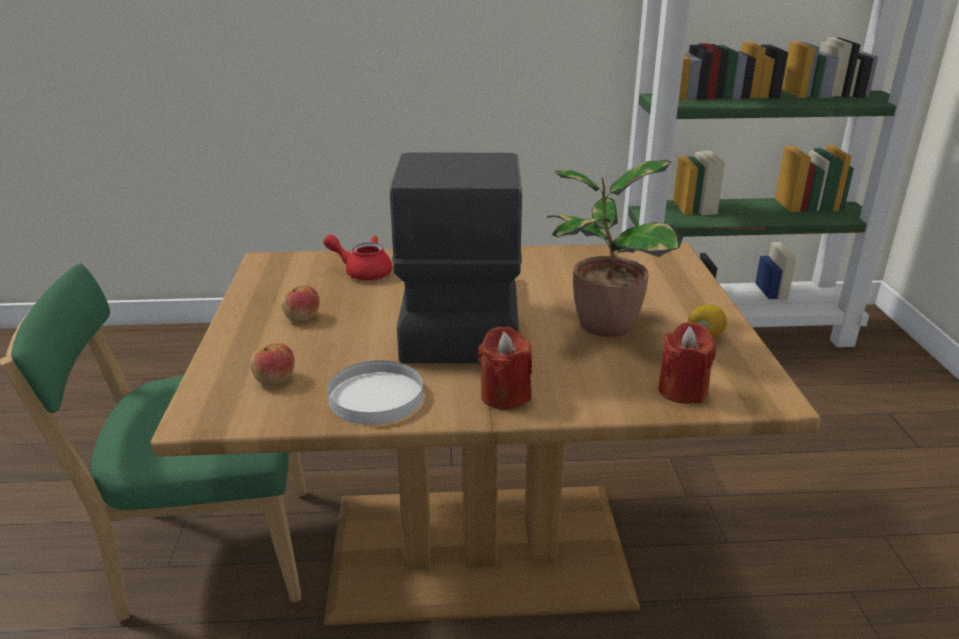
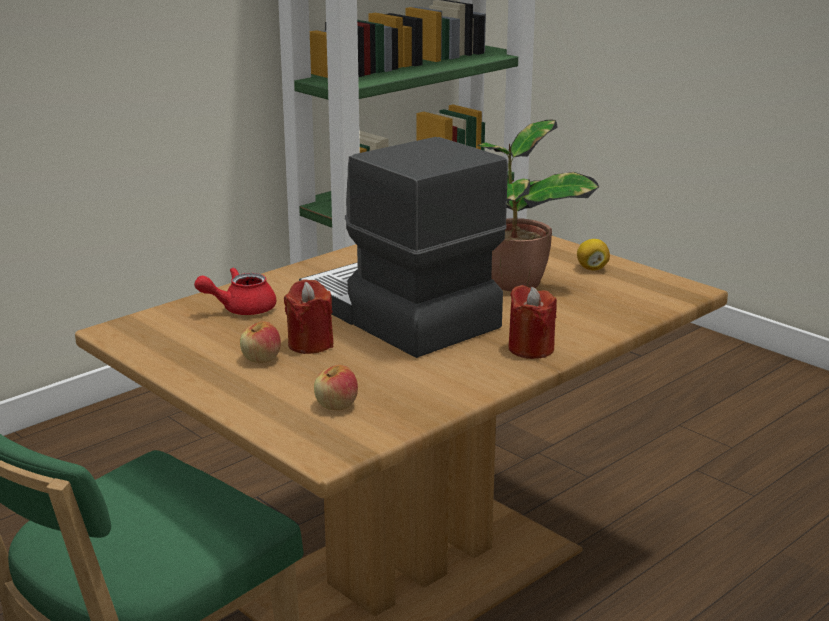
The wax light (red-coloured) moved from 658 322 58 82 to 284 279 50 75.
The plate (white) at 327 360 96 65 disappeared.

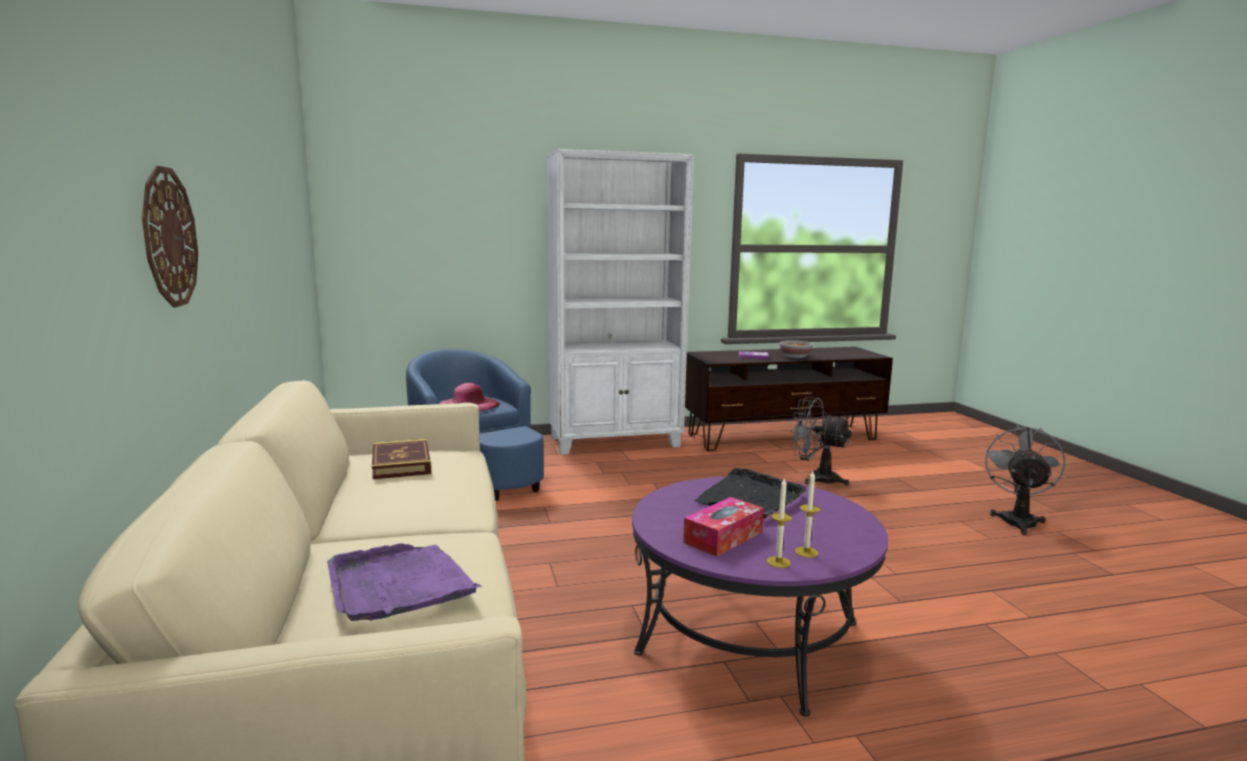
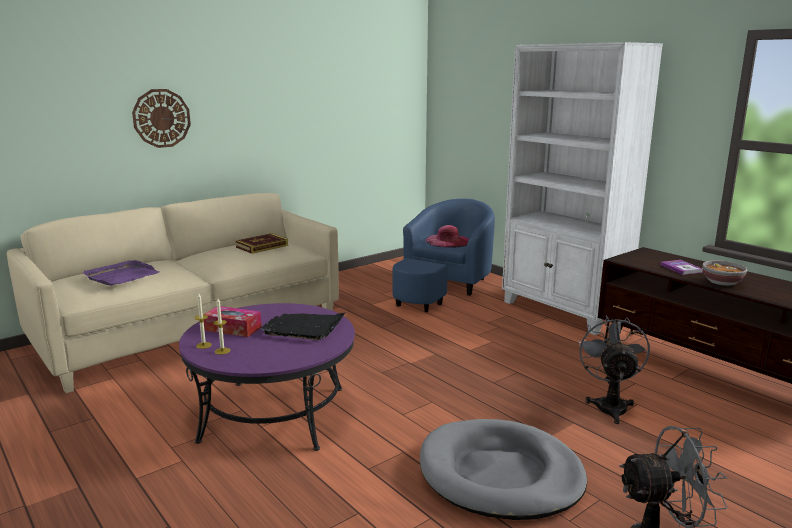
The pet bed (greyish) at 420 419 167 101 appeared.

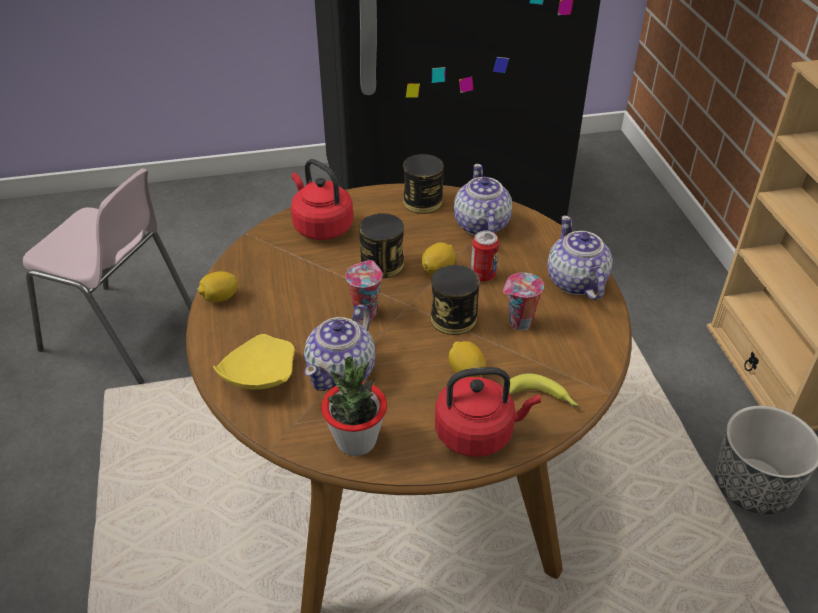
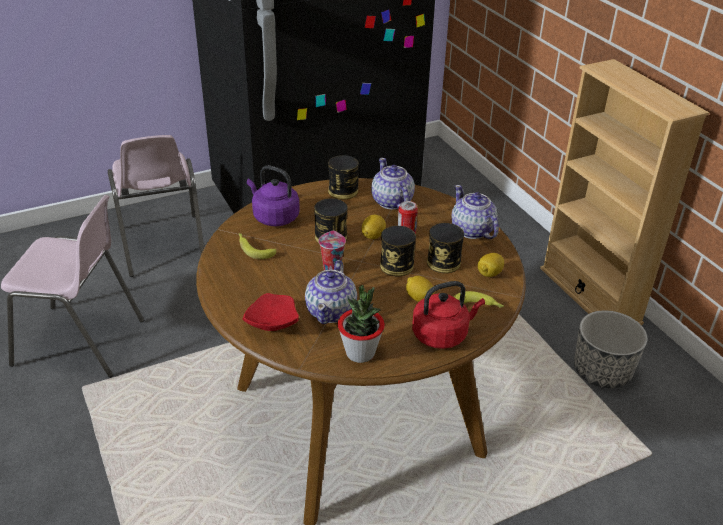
The chair (pinkish) at 108 135 96 142 appeared.
The banana fruit at 239 233 37 26 appeared.
The plate (yellow-coloured) at 213 334 82 56 became the plate (red-coloured) at 242 293 57 38.
The tea kettle (red-coloured) at 291 159 62 81 became the tea kettle (purple-coloured) at 247 165 53 61.
The small cup at 503 273 41 58 was replaced by the metal can at 427 223 37 50.
The whole lemon moved from 197 271 41 32 to 478 253 26 24.

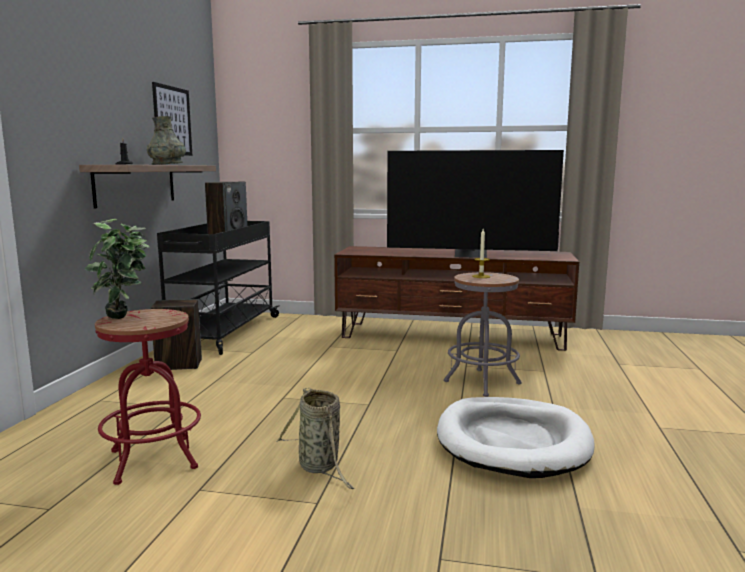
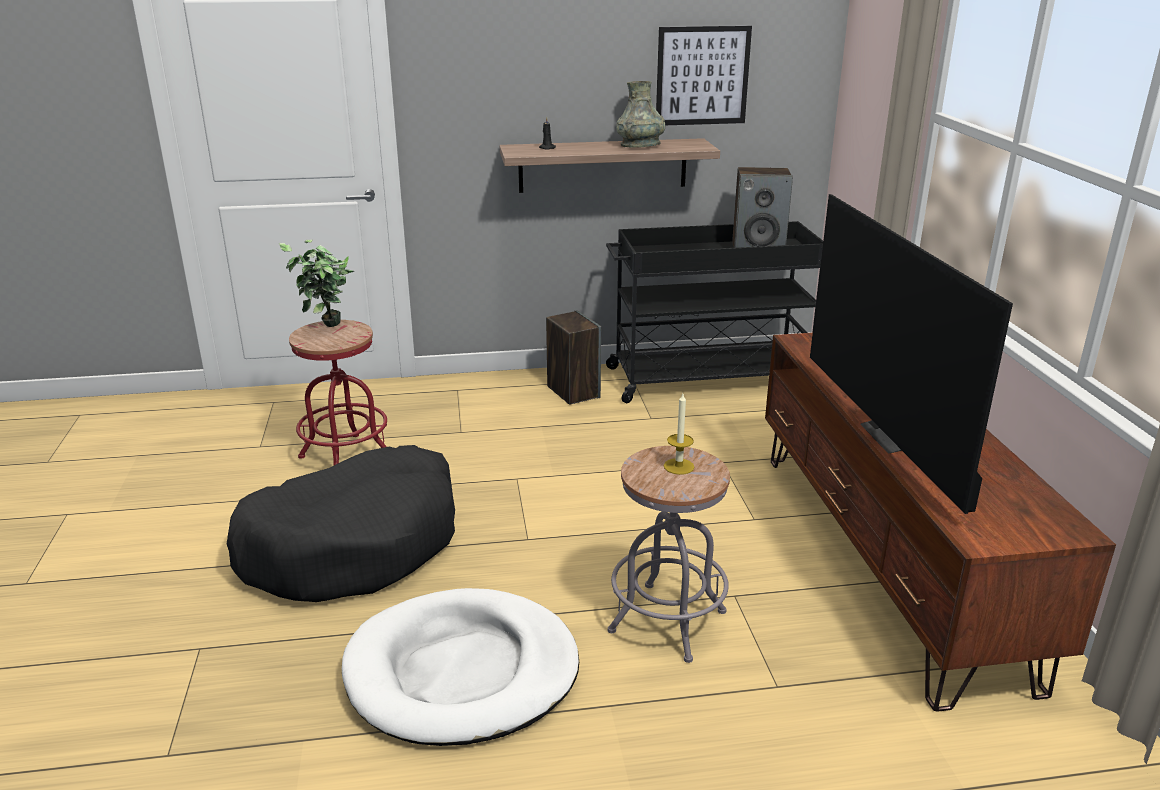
The household basket at 276 388 79 101 was replaced by the pet bed (black-coloured) at 227 445 228 157.

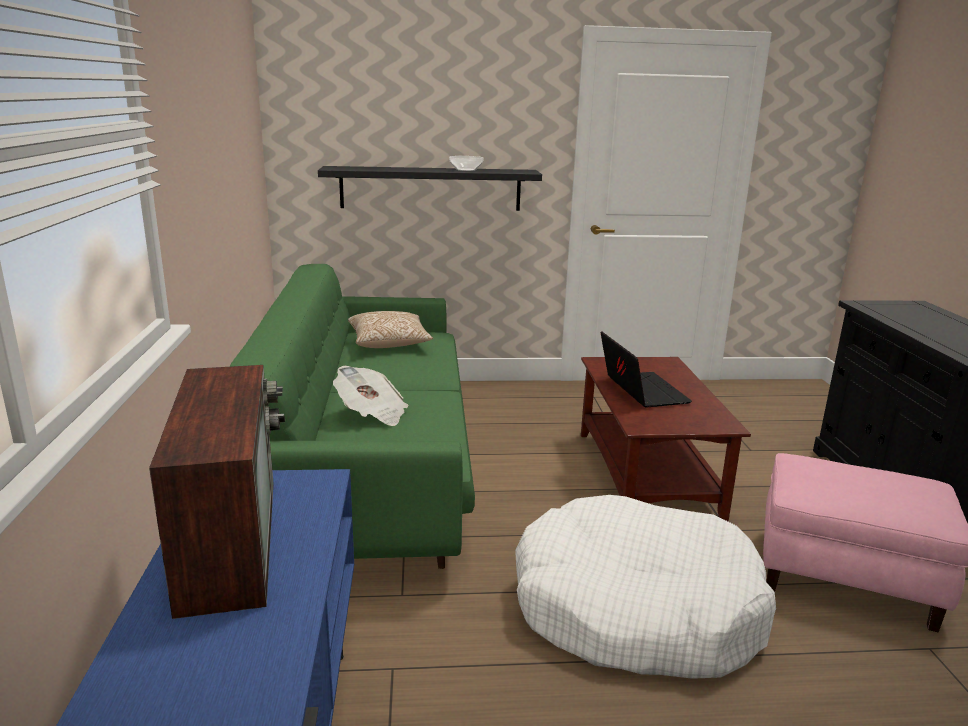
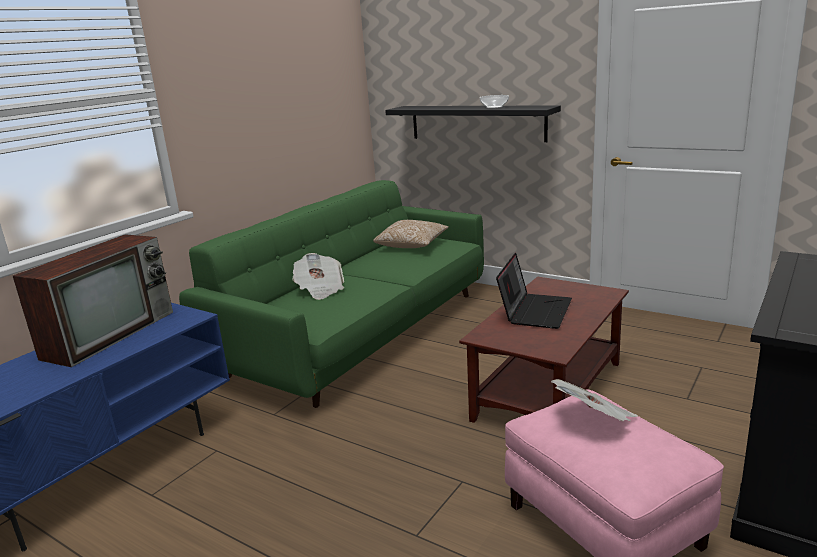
The newspaper at 551 379 87 42 appeared.
The pet bed (white) at 515 495 261 184 disappeared.

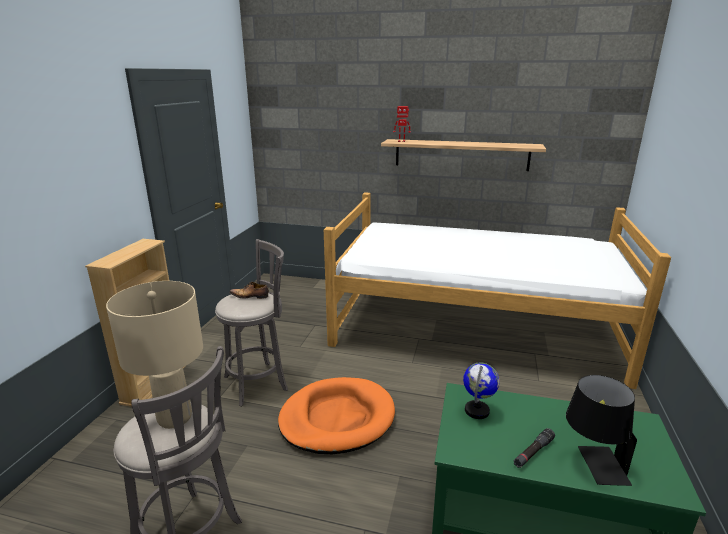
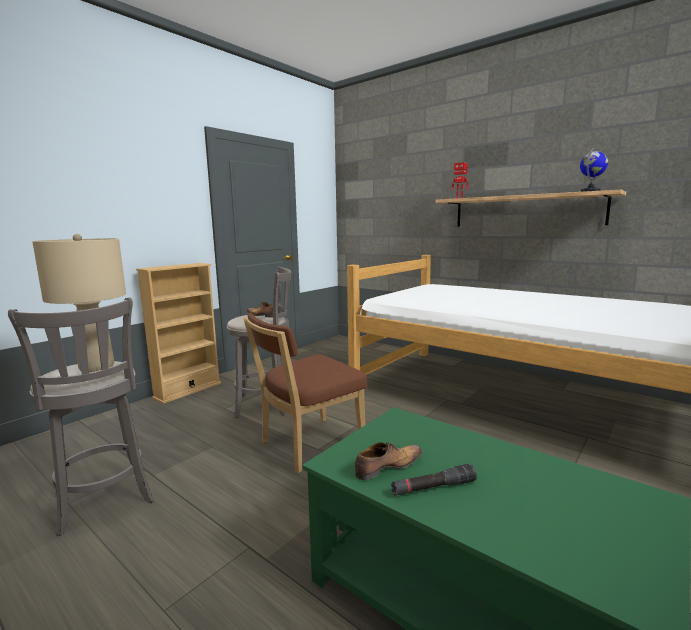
The pet bed (orange) at 278 377 117 77 was replaced by the chair (brownish) at 243 313 125 160.
The low shoe at 355 442 67 38 appeared.
The desk globe moved from 463 363 36 56 to 580 148 28 44.
The tabletop lamp (black-coloured) at 566 375 71 111 disappeared.

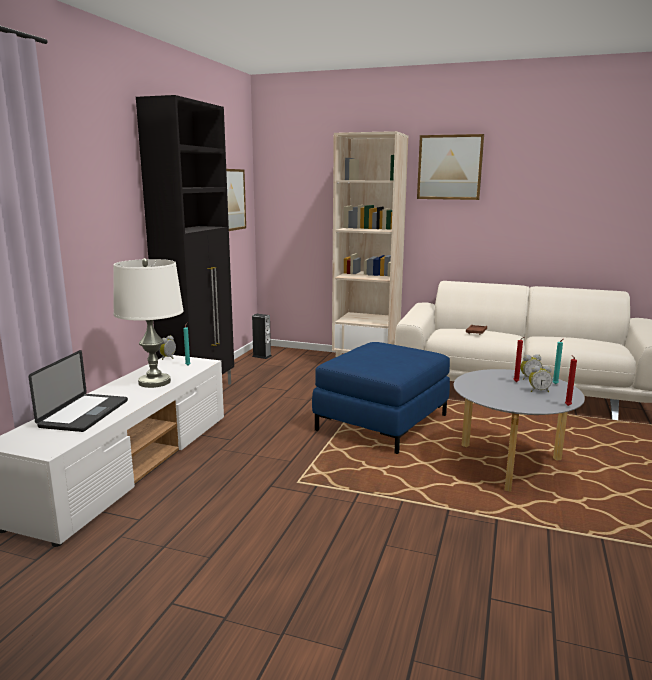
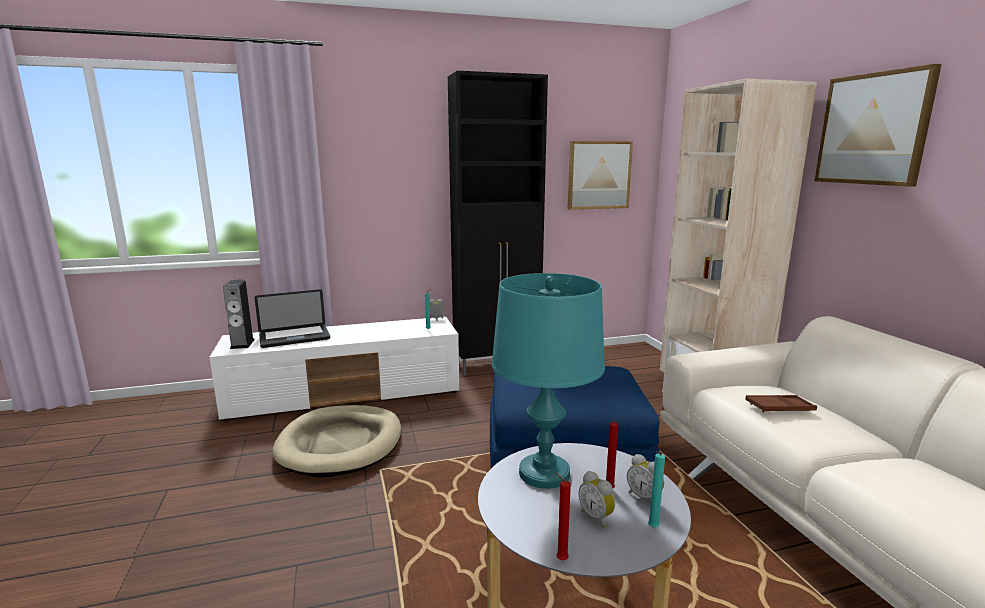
The audio speaker moved from 252 314 20 45 to 223 279 32 70.
The pet bed (beige-coloured) at 272 405 129 73 appeared.
The tabletop lamp (turquoise-coloured) at 492 273 113 216 appeared.
The tabletop lamp (white) at 113 258 71 130 disappeared.

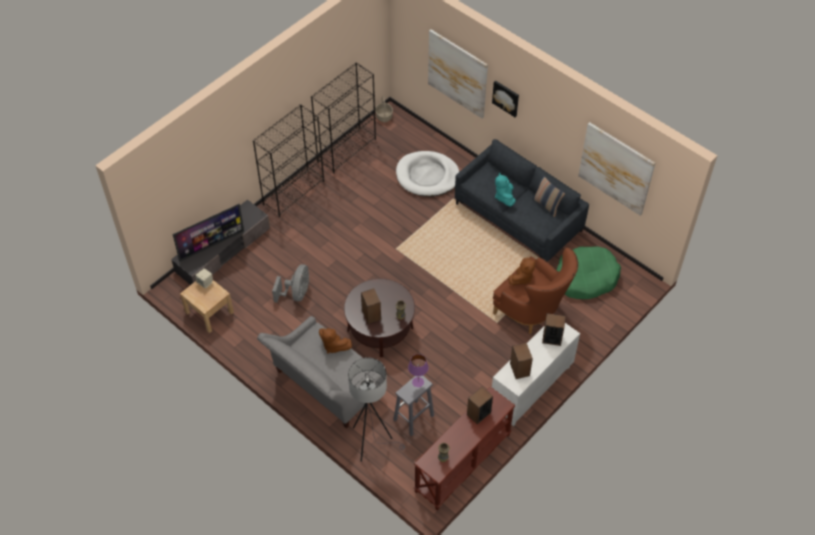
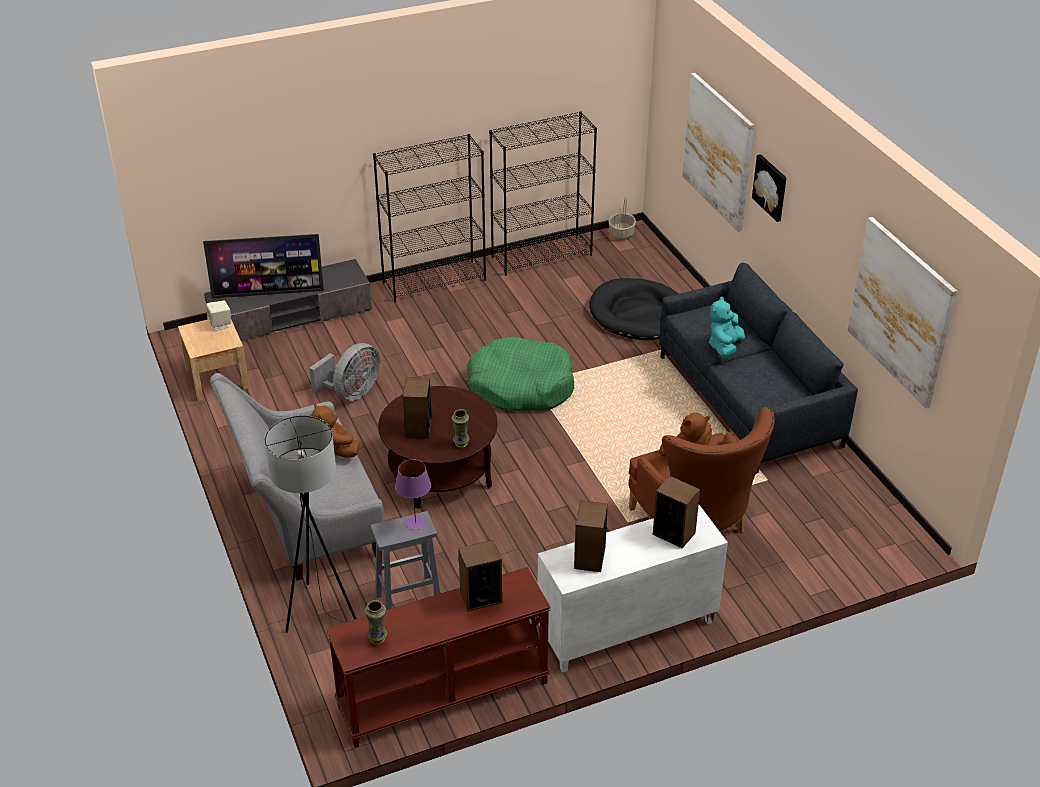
The pet bed (green-coloured) moved from 557 247 64 52 to 467 336 107 75.
The pet bed (white) at 396 151 63 46 became the pet bed (black-coloured) at 589 278 89 62.
The throw pillow at 533 175 32 42 disappeared.

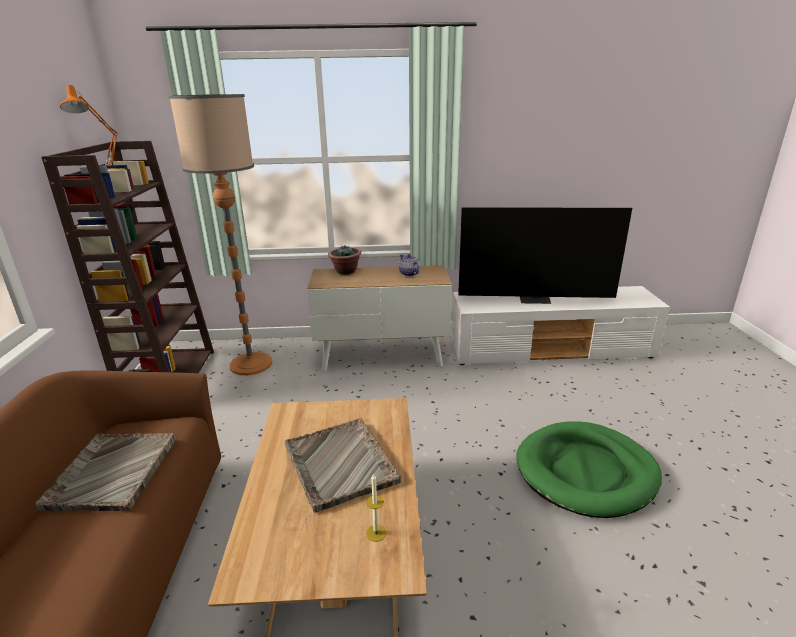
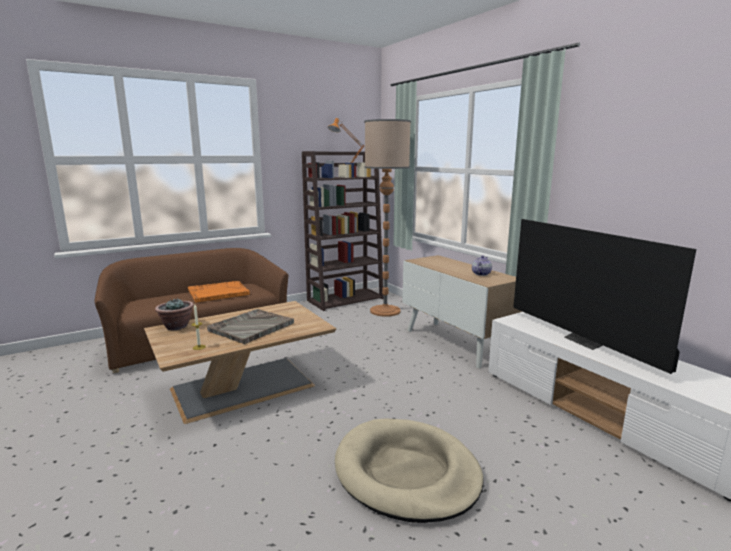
The potted plant moved from 328 245 33 30 to 155 298 39 32.
The tray (greyish) at 35 433 141 78 became the tray (orange) at 188 281 62 22.
The pet bed (green-coloured) at 516 421 146 97 became the pet bed (beige-coloured) at 335 419 149 104.

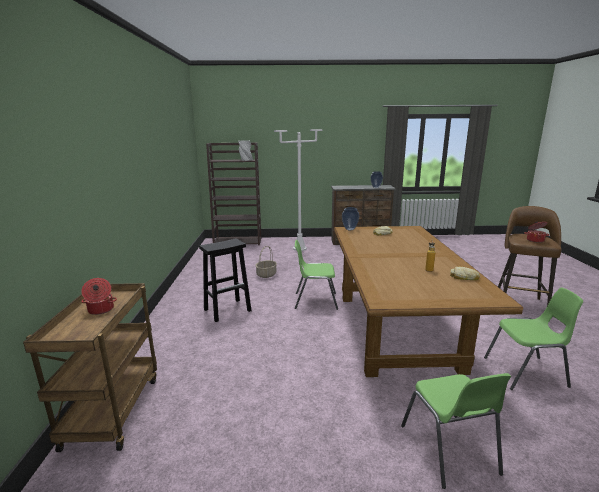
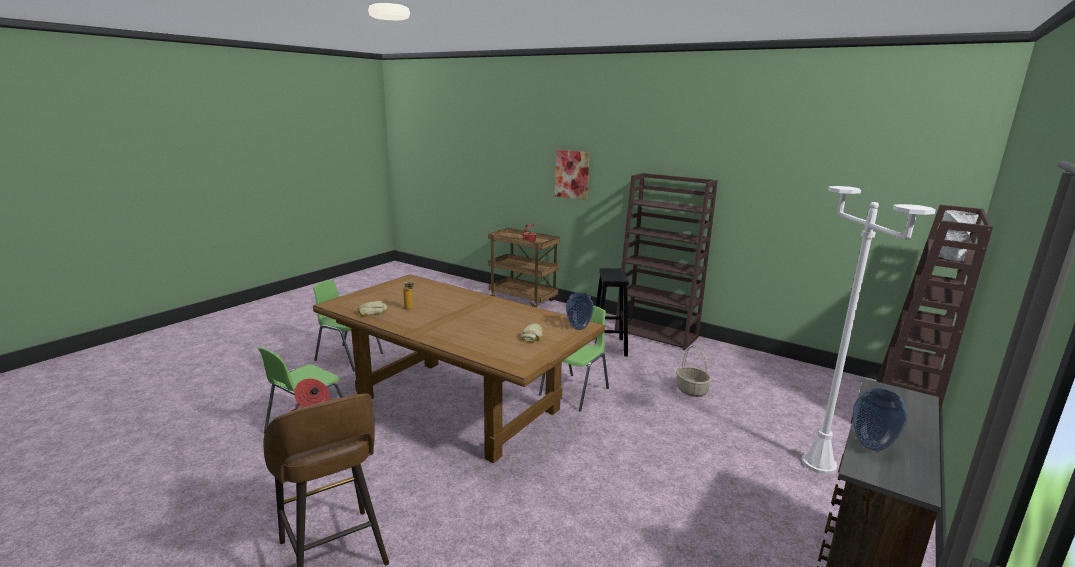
The wall art at 555 150 35 50 appeared.
The bookshelf (brownish) at 615 173 103 177 appeared.

